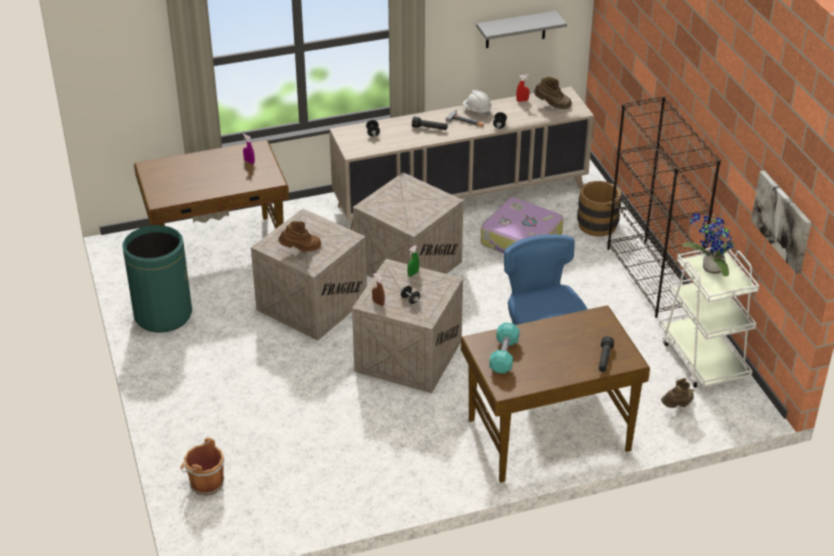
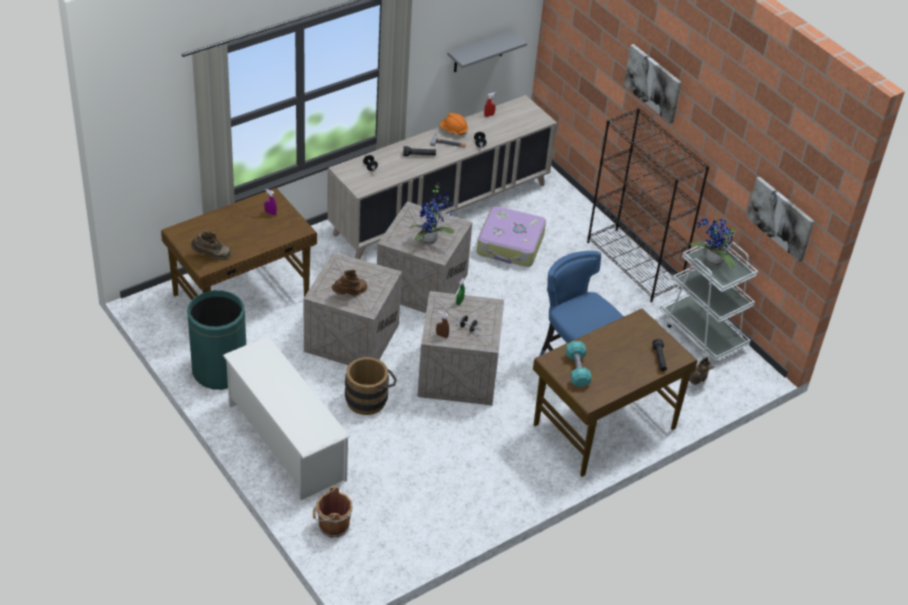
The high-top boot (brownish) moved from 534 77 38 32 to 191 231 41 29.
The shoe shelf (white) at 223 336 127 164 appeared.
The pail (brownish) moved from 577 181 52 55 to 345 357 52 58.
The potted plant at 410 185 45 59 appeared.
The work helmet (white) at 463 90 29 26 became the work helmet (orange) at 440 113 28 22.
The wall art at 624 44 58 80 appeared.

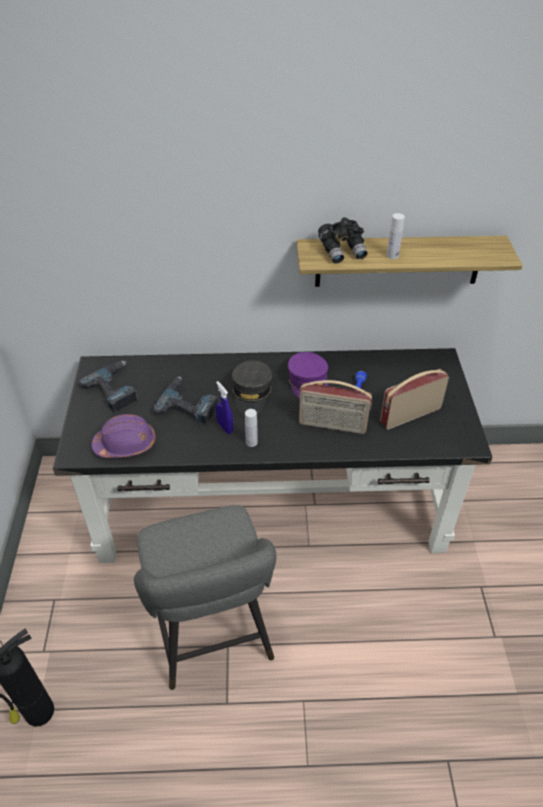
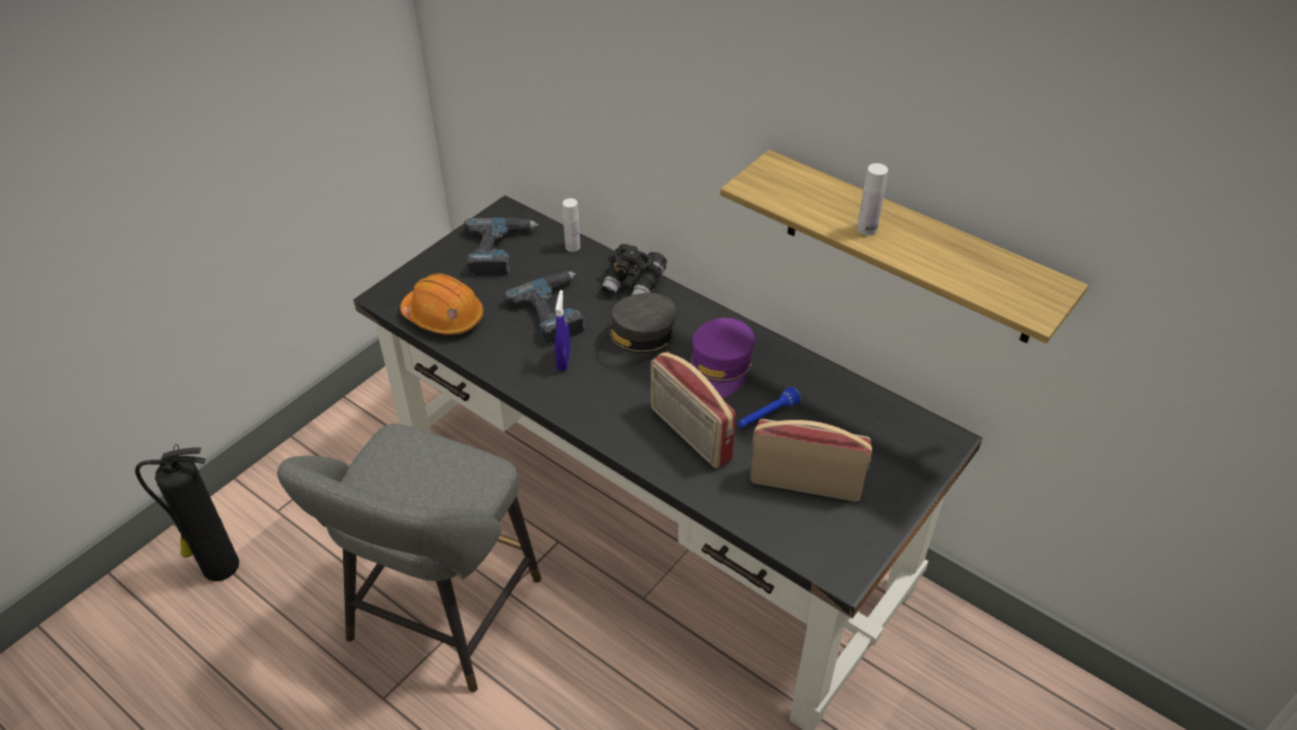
The work helmet (purple-coloured) at 91 414 65 44 became the work helmet (orange) at 400 274 84 61.
The bottle (white) moved from 245 409 13 38 to 563 198 17 54.
The field glasses (black-coloured) moved from 318 217 50 46 to 601 244 66 52.

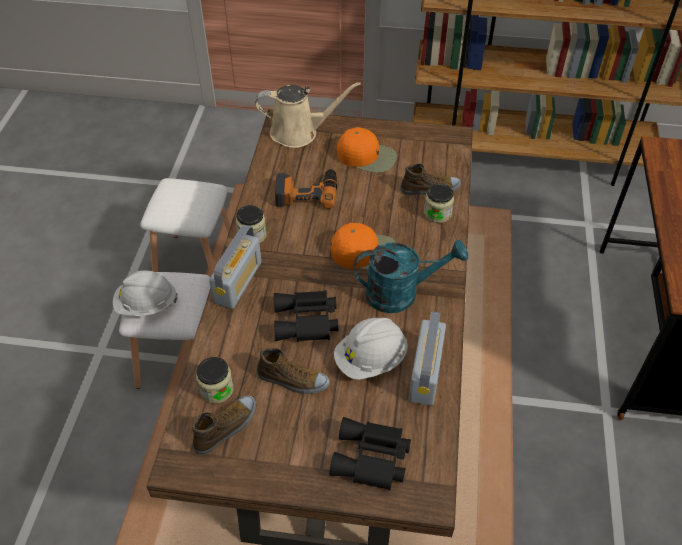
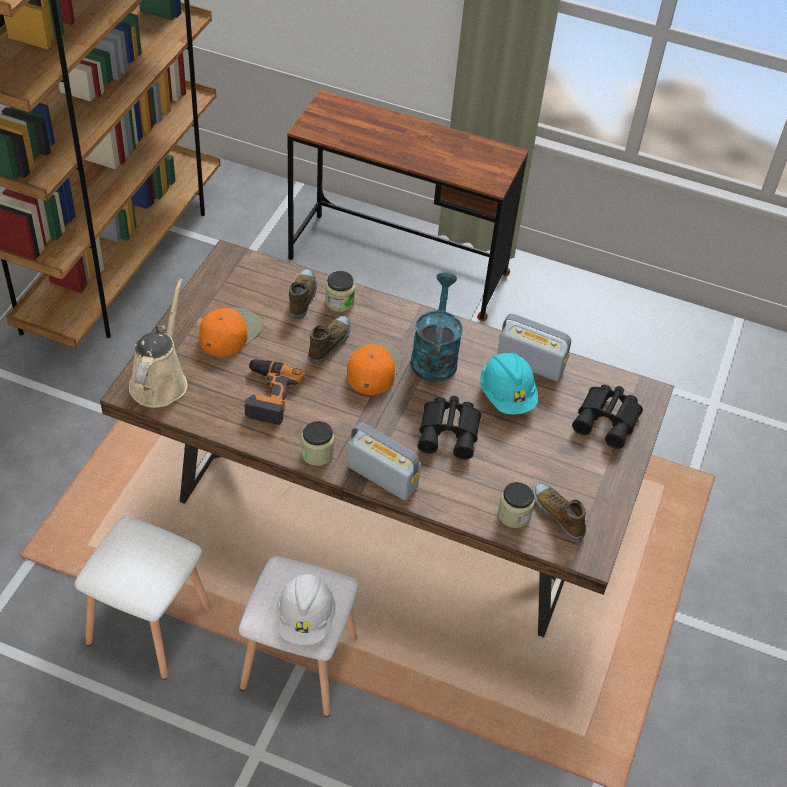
The low shoe moved from 257 348 73 46 to 308 316 43 48.
The work helmet (white) at 334 318 74 62 became the work helmet (turquoise-coloured) at 480 352 58 63.

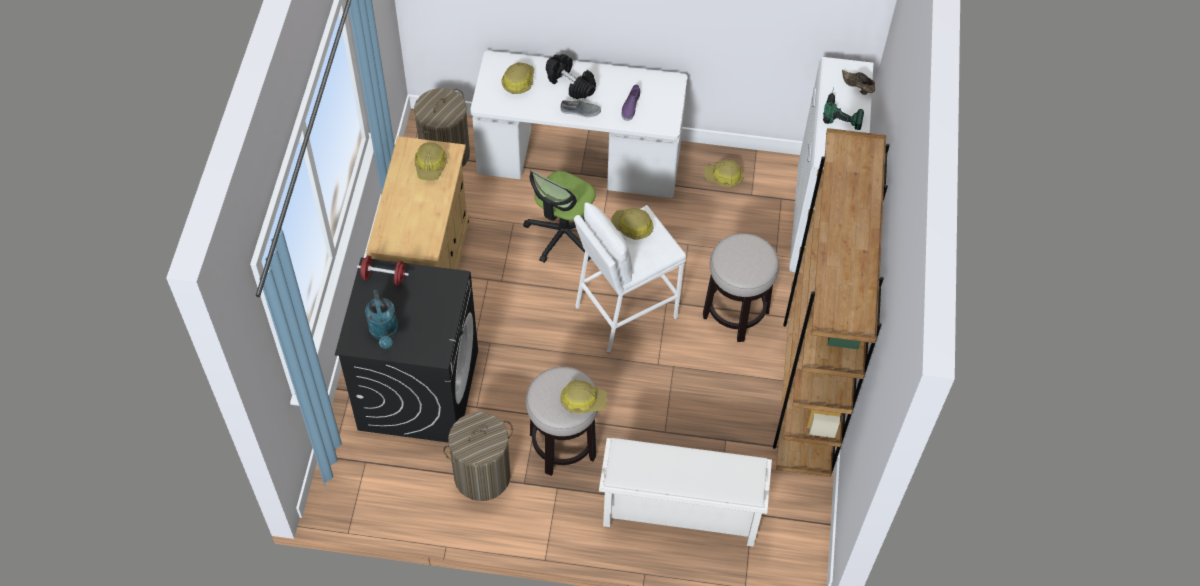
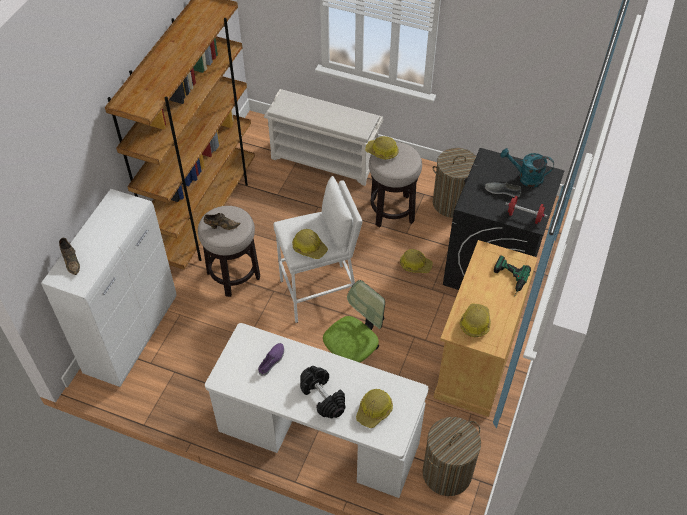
The low shoe (brownish) at 204 213 37 17 appeared.
The work helmet moved from 705 160 39 27 to 400 249 33 24.
The low shoe (greyish) moved from 561 100 40 17 to 485 182 36 15.
The electric drill moved from 823 87 41 43 to 494 256 37 41.
The watering pot (turquoise-coloured) at 365 289 33 60 turned 75 degrees counterclockwise.

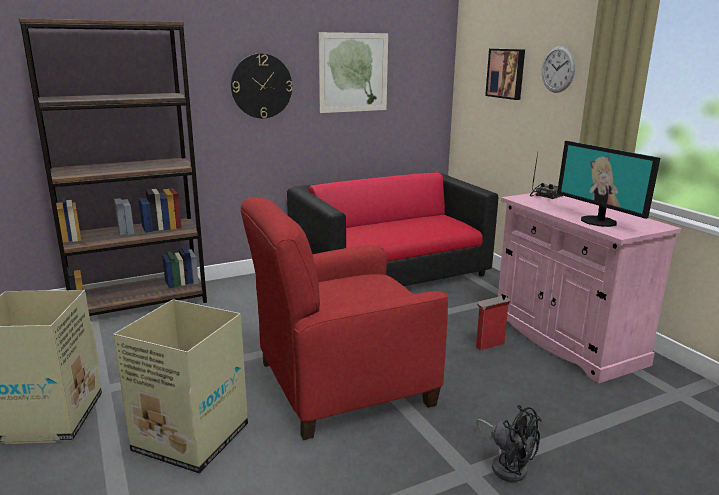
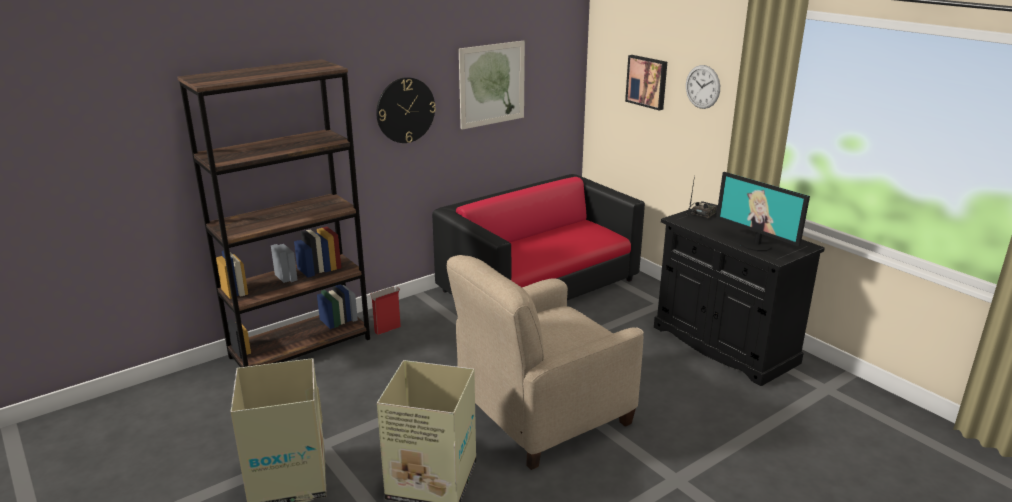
The packing box moved from 476 296 35 55 to 370 286 31 49.
The armchair (red-coloured) at 241 197 207 243 became the armchair (beige-coloured) at 447 255 197 215.
The cabinet (pinkish) at 498 192 183 192 became the cabinet (black-coloured) at 654 209 171 177.
The cooling fan (black-coloured) at 476 405 65 77 disappeared.

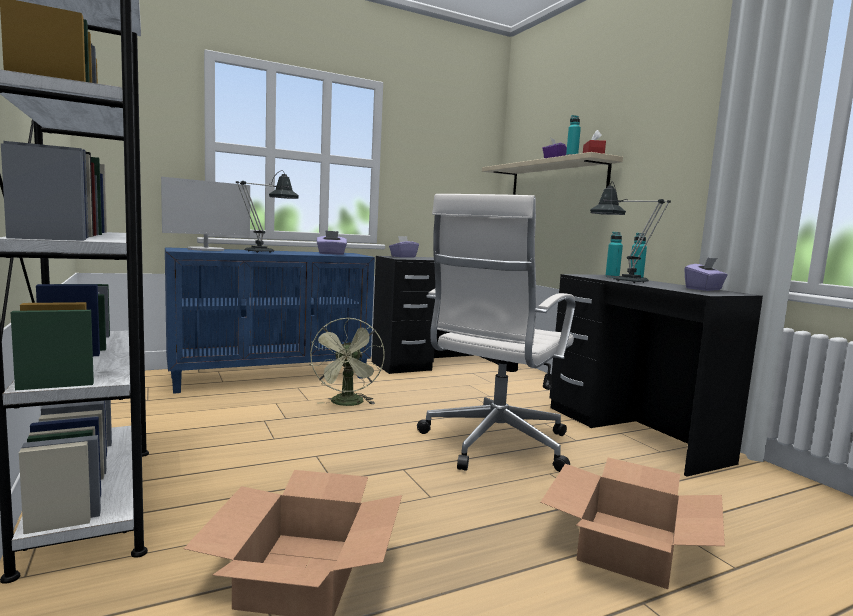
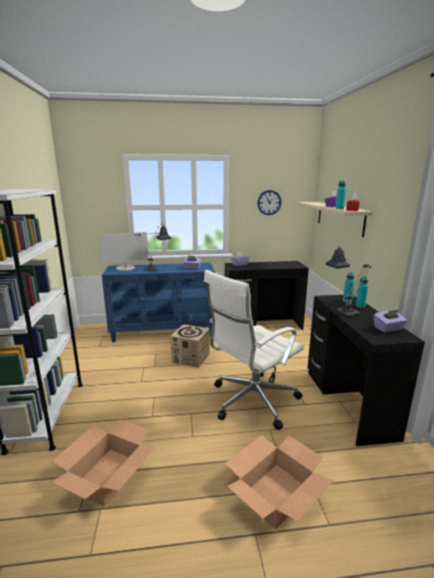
The cooling fan (green-coloured) at 309 318 75 88 was replaced by the packing box at 170 324 40 44.
The clock on the wall at 257 190 25 25 appeared.

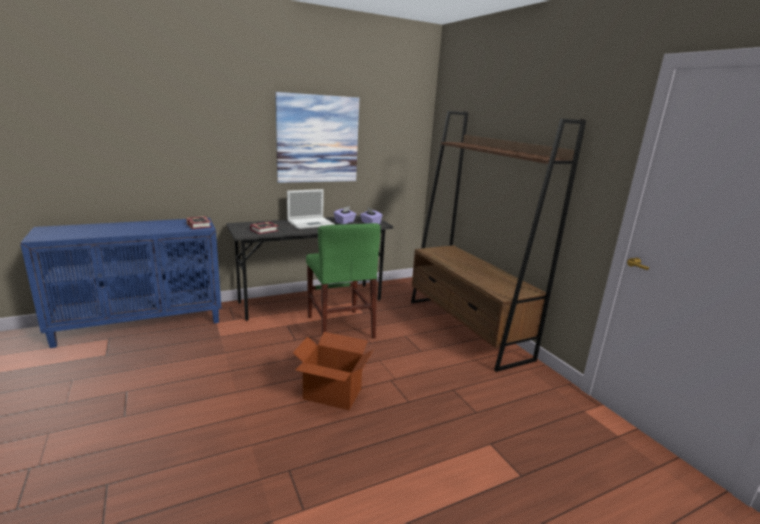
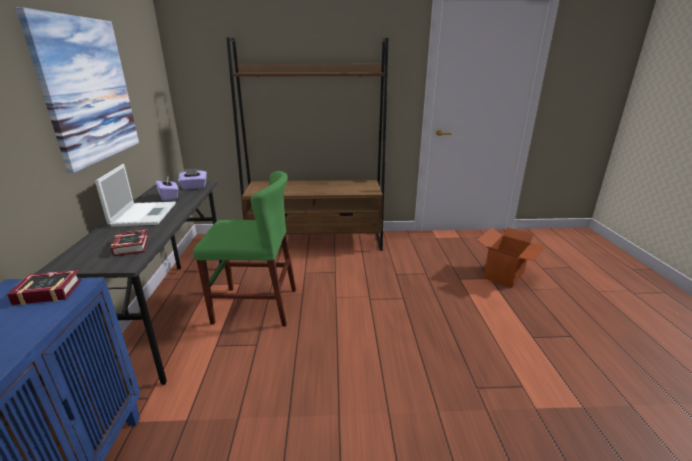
The packing box moved from 293 332 80 78 to 477 227 69 61.

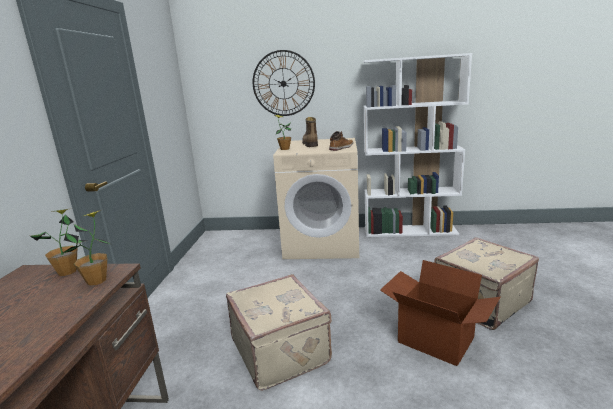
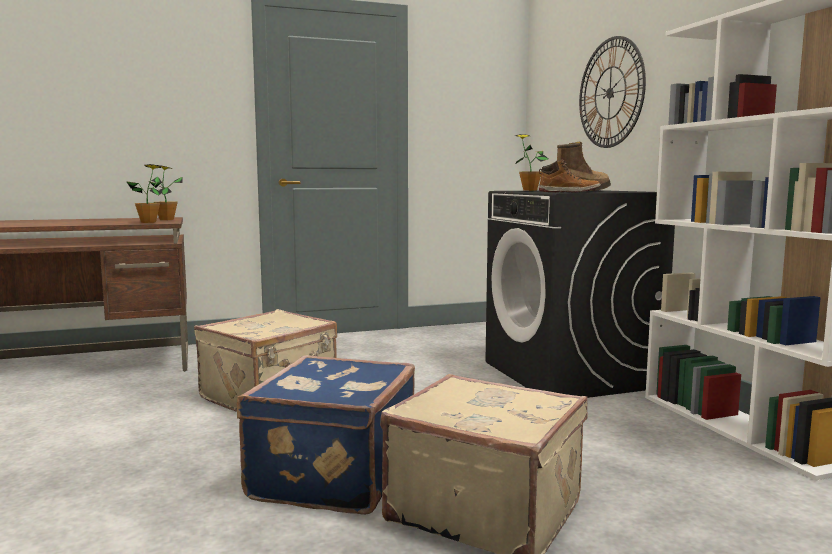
The packing box at 380 260 120 106 was replaced by the piece of luggage (blue) at 237 355 178 160.
The laundry appliance (beige-coloured) at 273 138 86 121 became the laundry appliance (black-coloured) at 485 190 190 208.

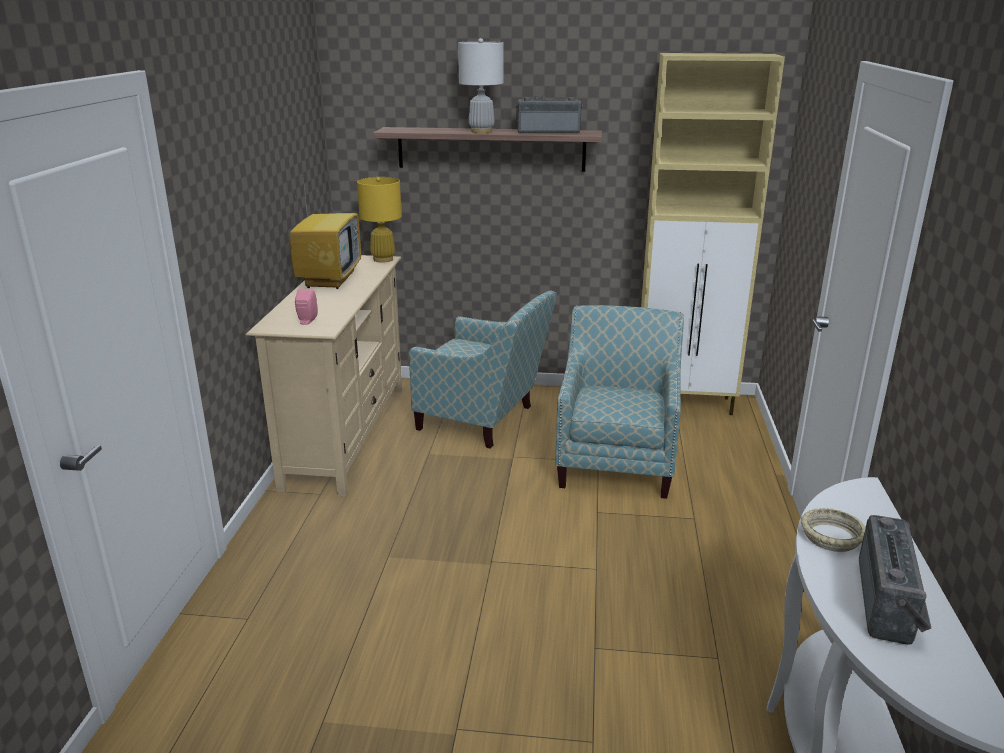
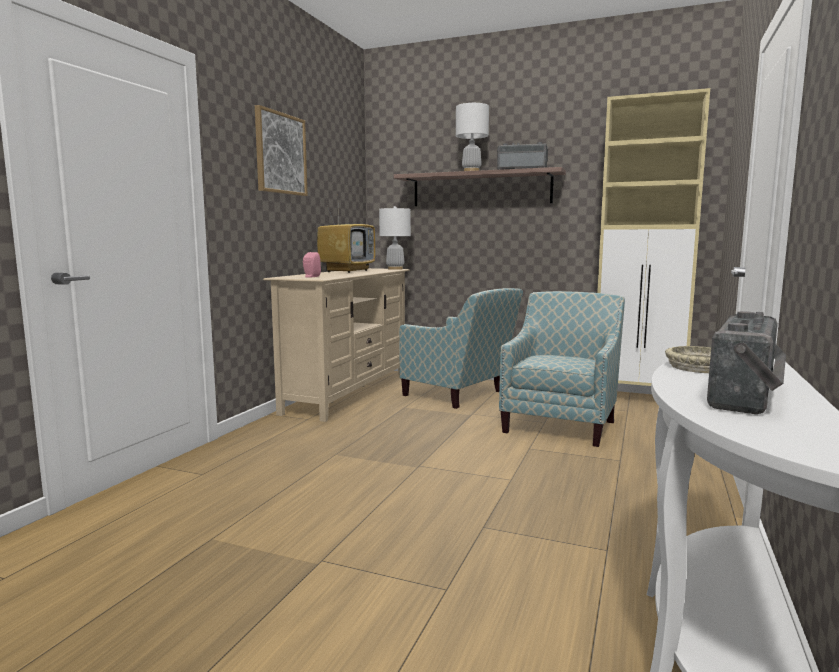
The wall art at 255 105 53 91 appeared.
The tabletop lamp (yellow-coloured) at 357 177 45 86 became the tabletop lamp (white) at 379 206 32 64.

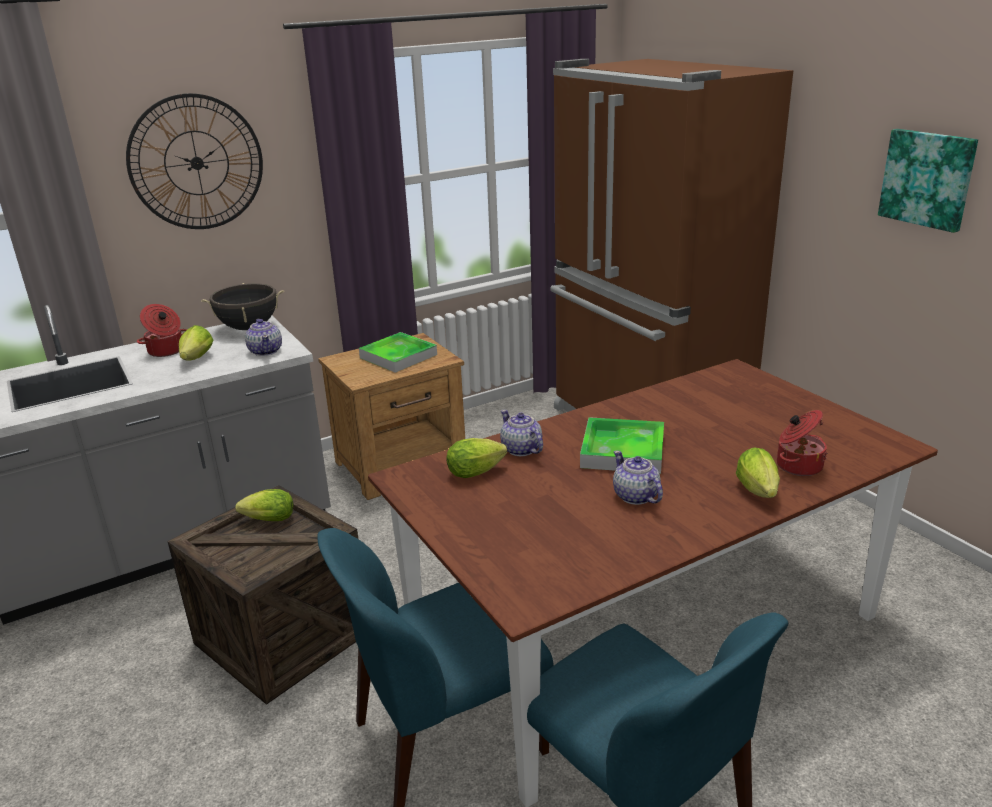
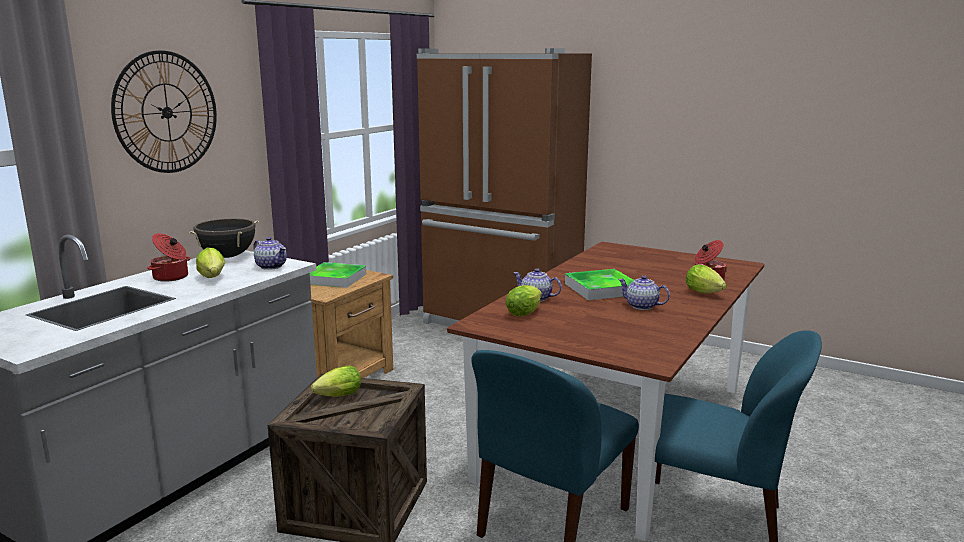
The wall art at 878 129 100 104 disappeared.

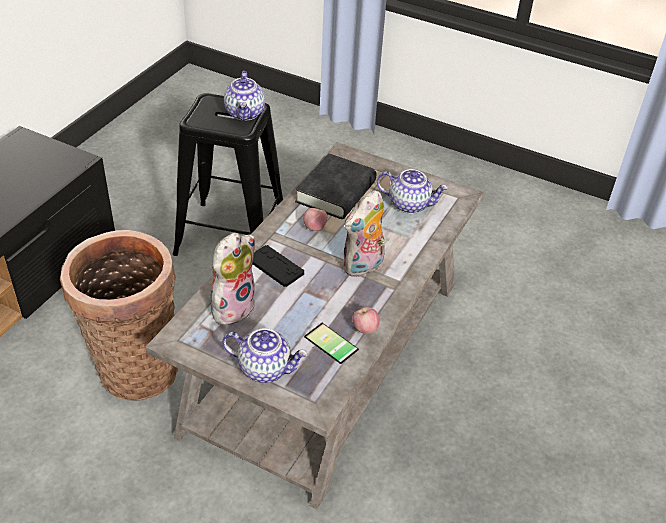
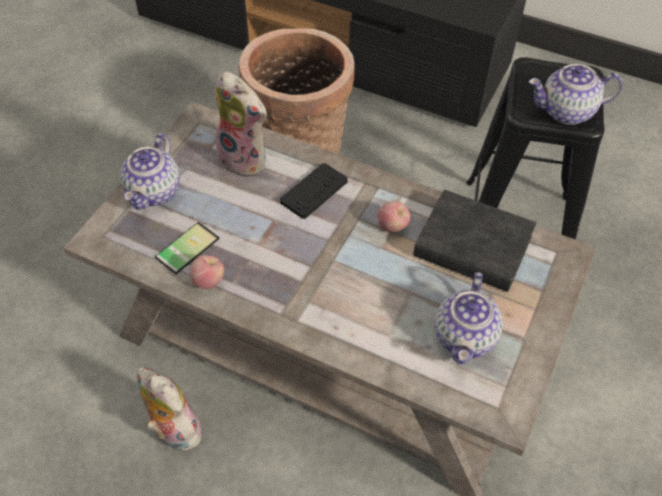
The cuddly toy moved from 342 190 43 88 to 137 368 70 83.

